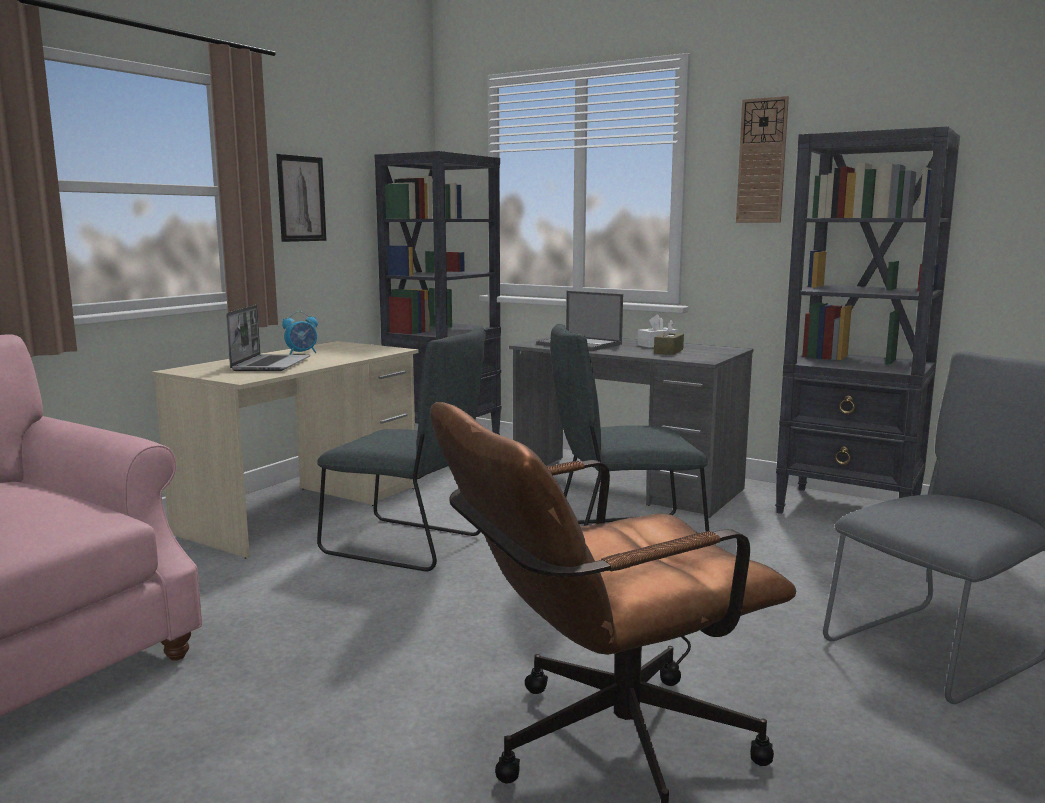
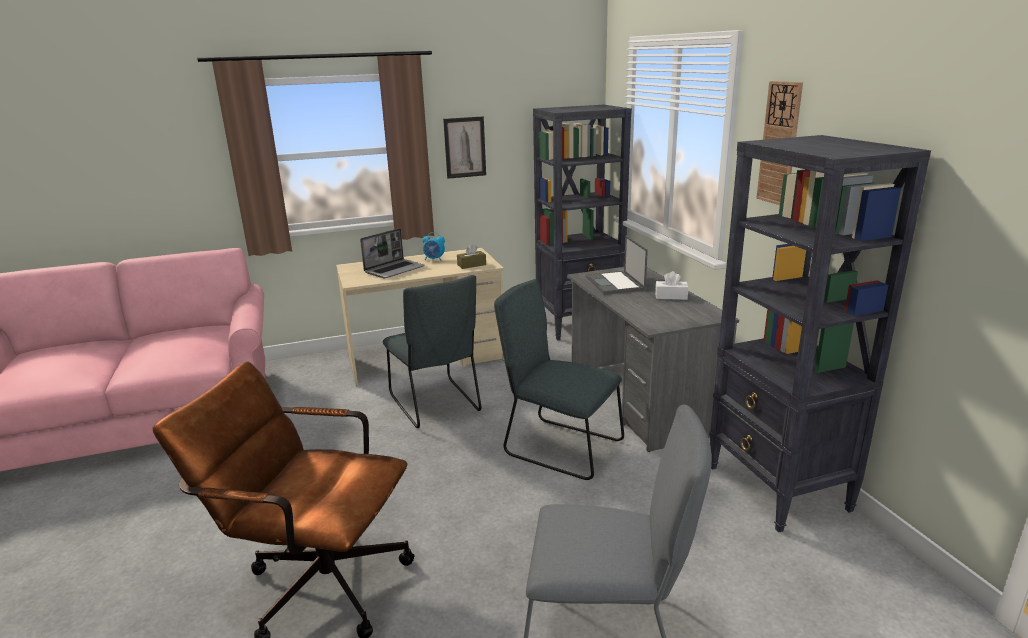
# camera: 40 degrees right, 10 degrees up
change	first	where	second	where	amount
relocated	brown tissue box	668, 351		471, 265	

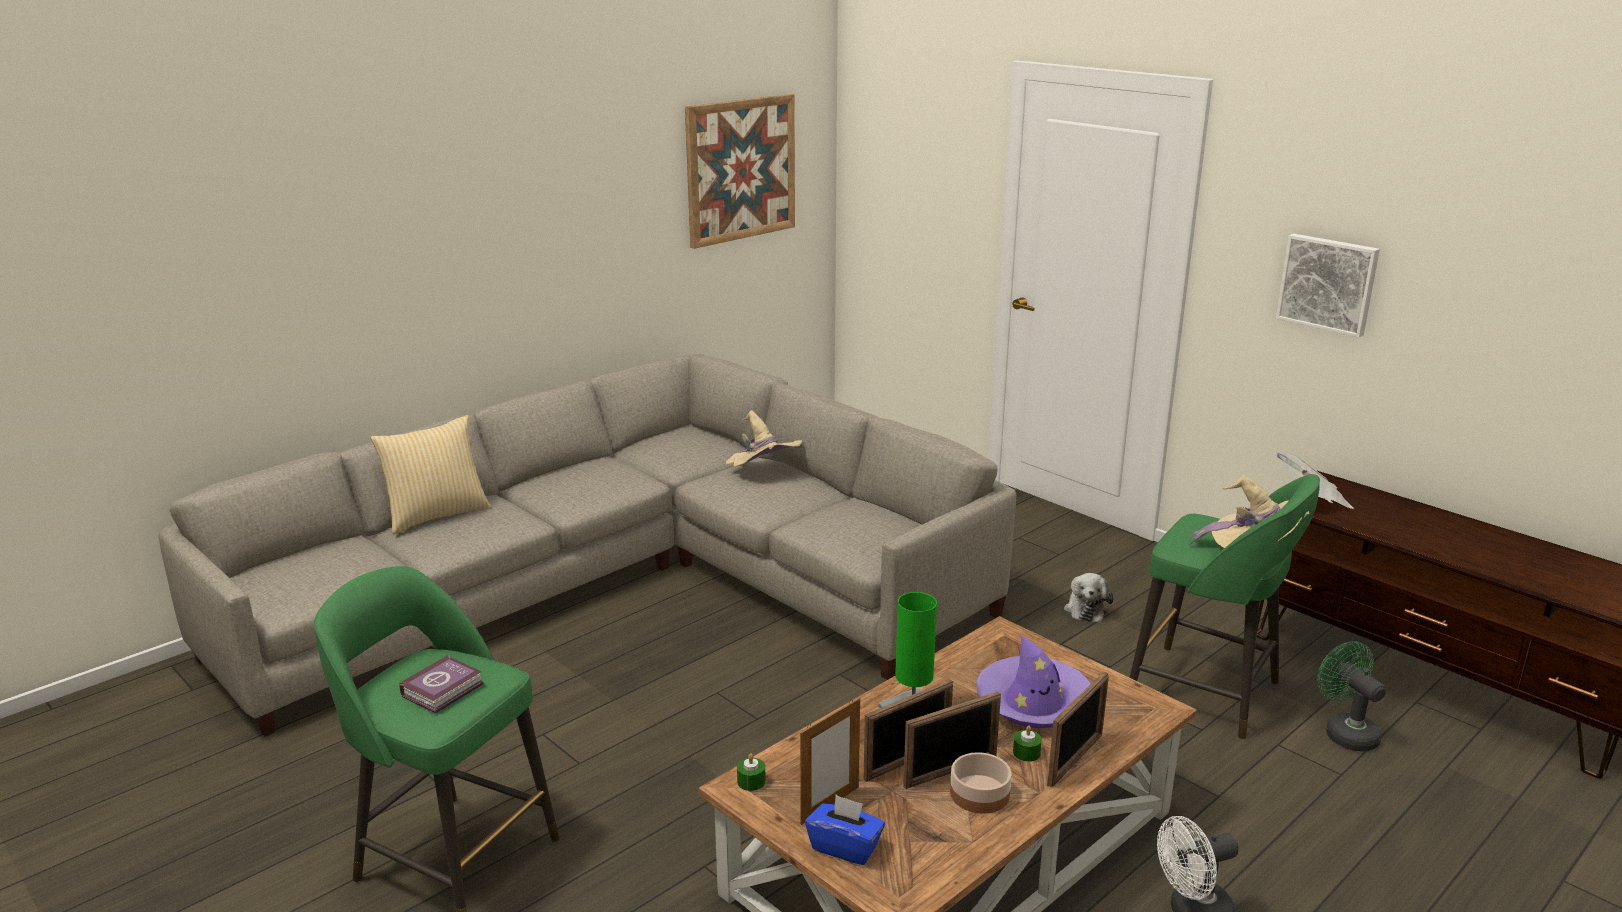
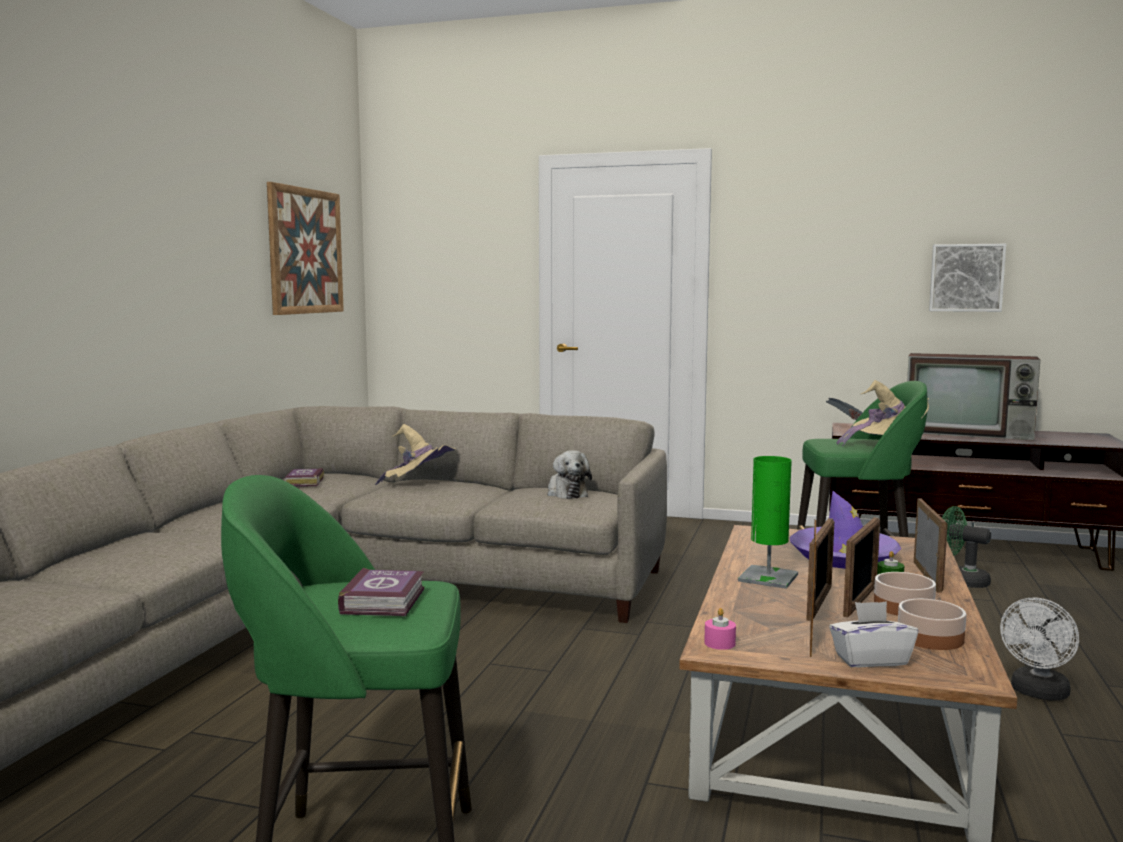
# camera: 30 degrees left, 15 degrees down
change	first	where	second	where	amount
appeared			book	303, 482	
relocated	plush toy	1086, 609		566, 493	
colour	green candle	751, 781	pink candle	719, 643	
colour	blue tissue box	845, 847	white tissue box	870, 659	
appeared			bowl	929, 637	
appeared			television	970, 433	
relocated	picture	1328, 283		966, 277	
missing	pillow	436, 515			

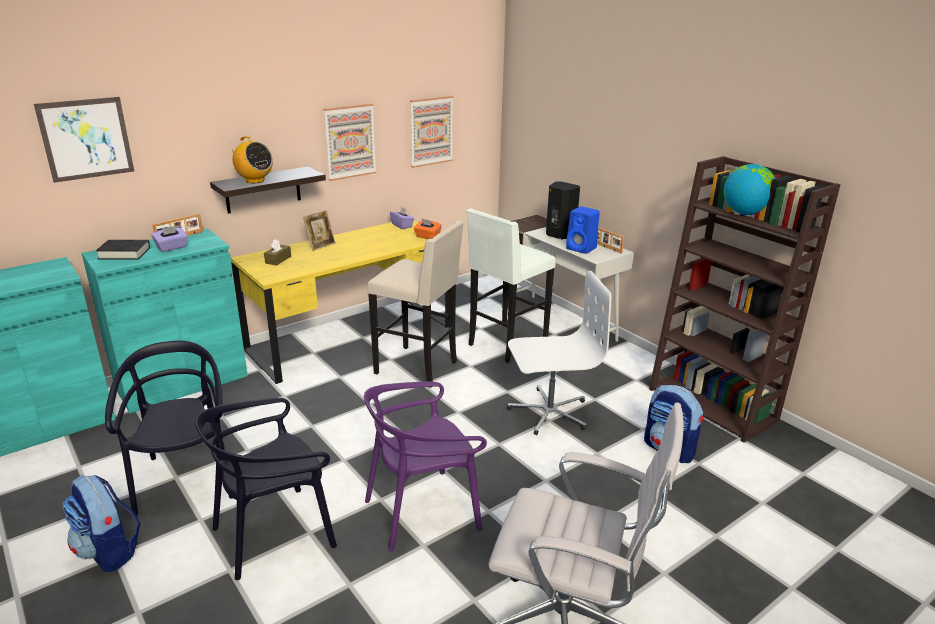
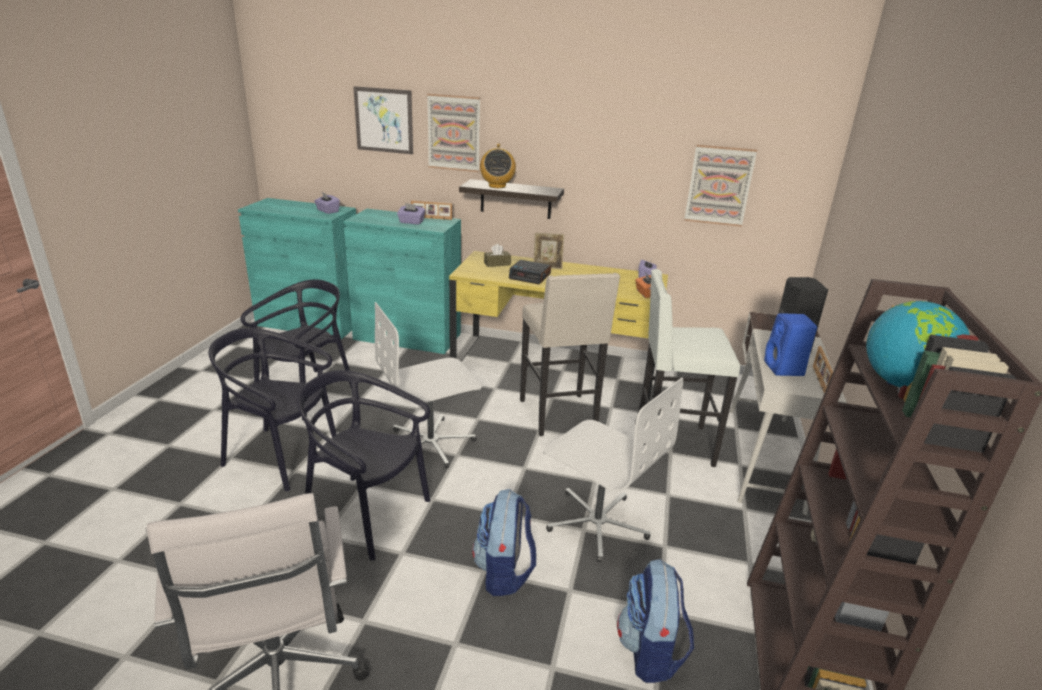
# camera: 50 degrees right, 0 degrees up
change	first	where	second	where	amount
colour	purple chair	422, 511	black chair	367, 514	
appeared			purple tissue box	327, 211	
appeared			white office chair	431, 443	
relocated	picture	350, 141		454, 133	
relocated	backpack	109, 551		504, 572	
appeared			alarm clock	530, 276	
missing	black book	124, 253			

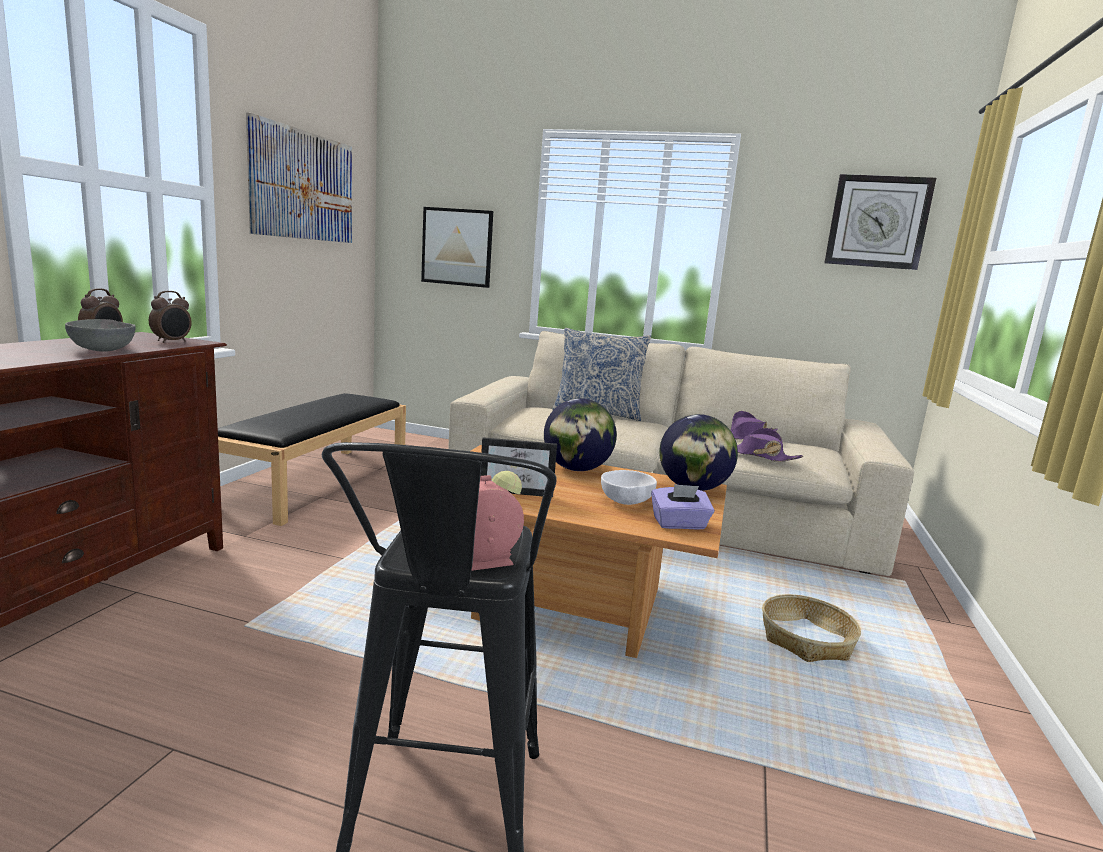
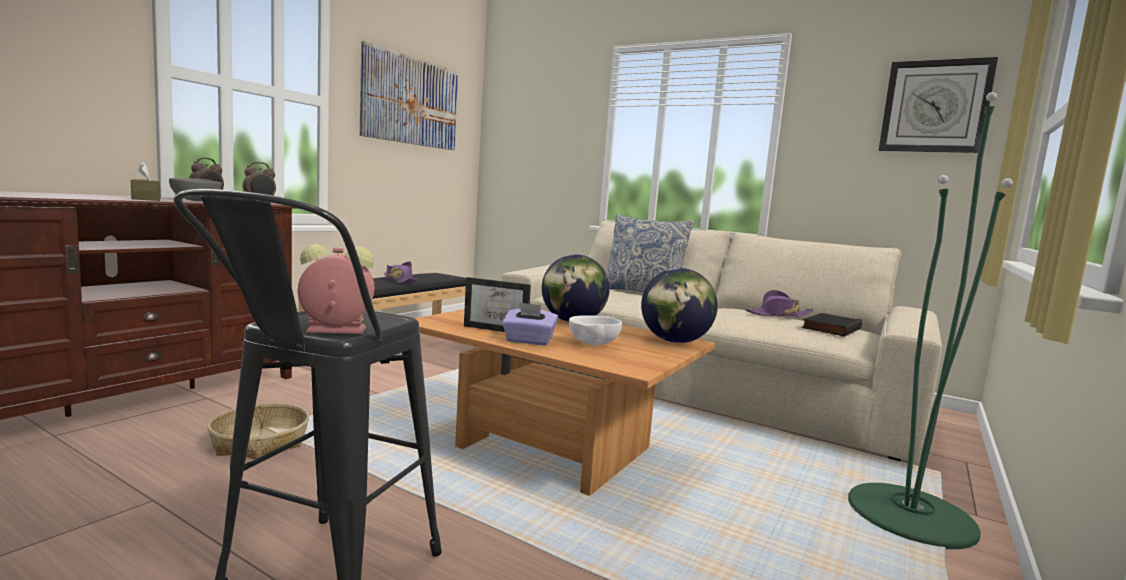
# camera: 15 degrees right, 5 degrees down
change	first	where	second	where	amount
appeared			brown tissue box	146, 199	
relocated	basket	806, 639		260, 442	
relocated	purple hat	760, 455		399, 280	
relocated	purple tissue box	679, 524		528, 341	
appeared			black book	830, 328	
appeared			green floor lamp	910, 515	
missing	picture	457, 247			

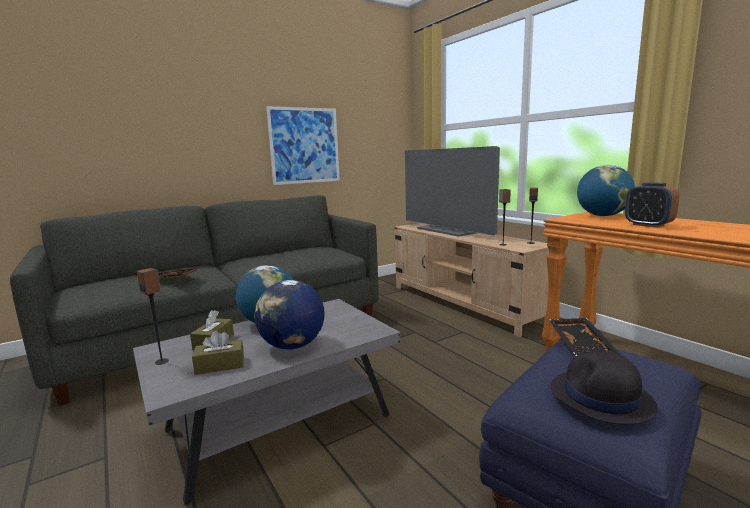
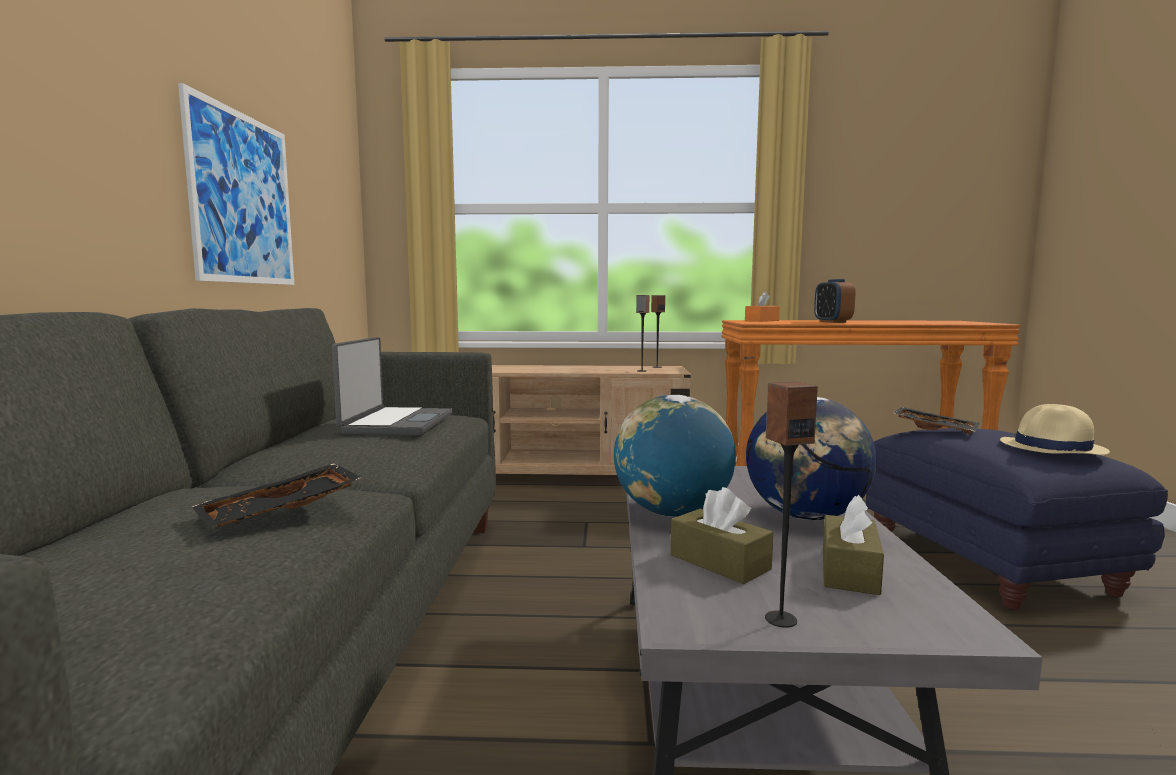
# camera: 55 degrees left, 5 degrees down
change	first	where	second	where	amount
appeared			laptop	396, 423	
exchanged	globe	602, 216	orange tissue box	762, 321	
spun	alarm clock	648, 225		832, 322	75 degrees clockwise
colour	black hat	600, 398	beige hat	1053, 448	
missing	television	448, 230			

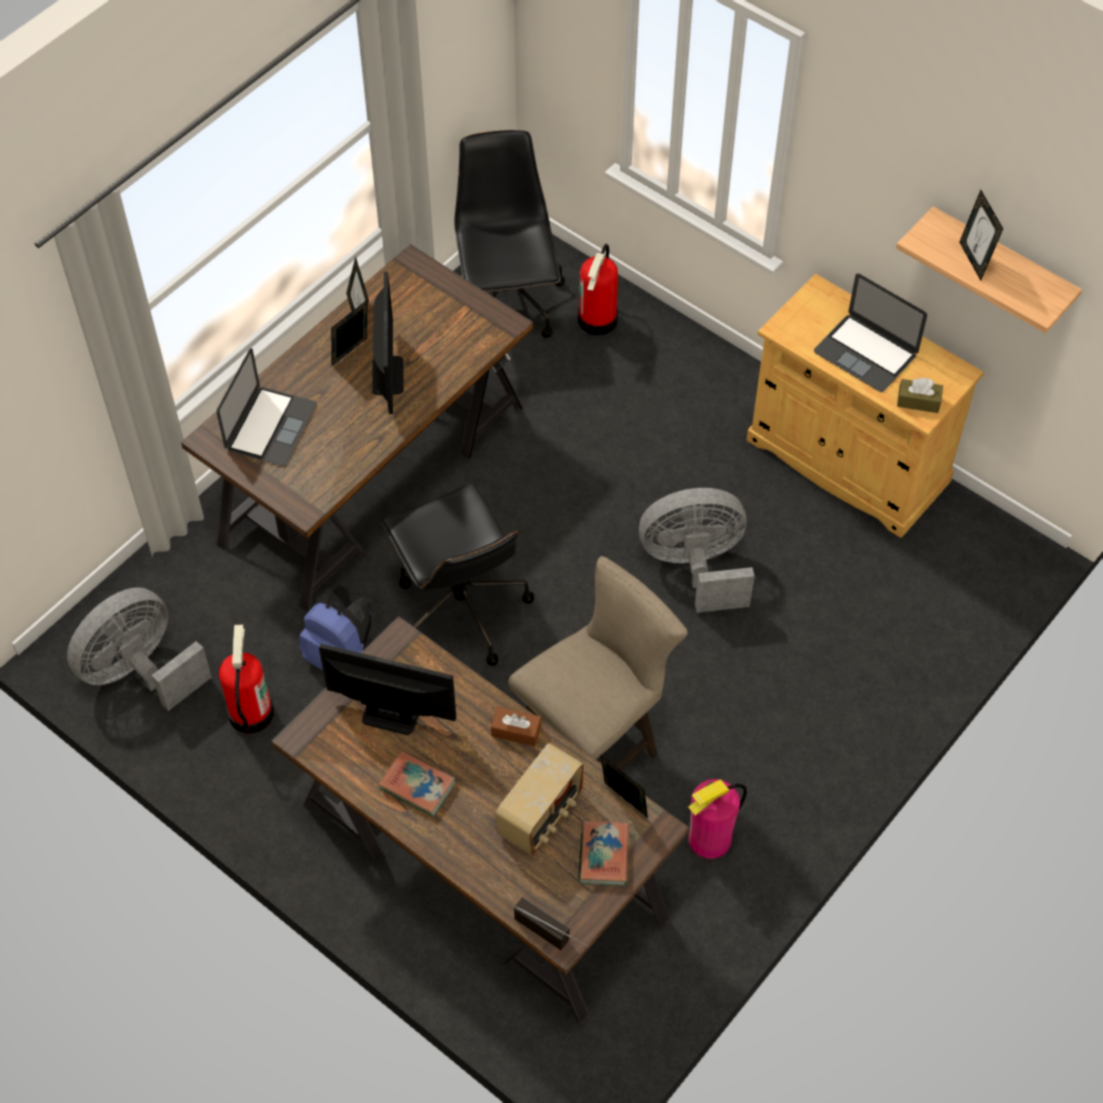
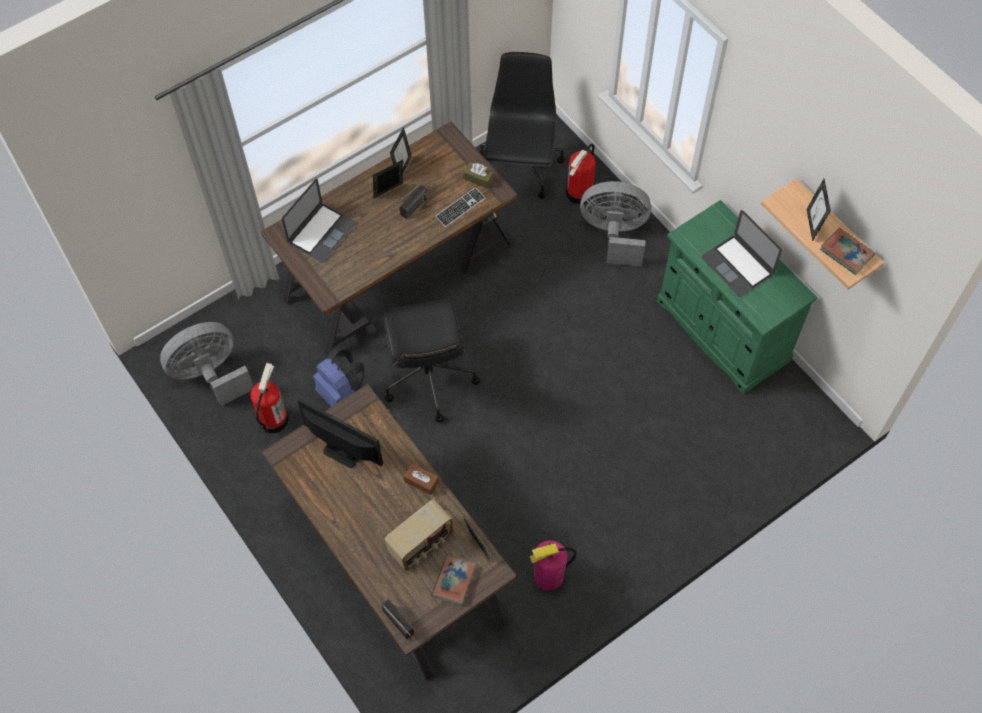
# camera: 15 degrees right, 5 degrees up
change	first	where	second	where	amount
exchanged	monitor	387, 375	radio	409, 212	
appeared			keyboard	460, 208	
relocated	brown tissue box	918, 401		478, 178	
relocated	grey fan	695, 567		614, 235	
colour	beige cabinet	847, 461	green cabinet	722, 330	
relocated	book	417, 785		846, 253	
missing	beige stool	594, 745			

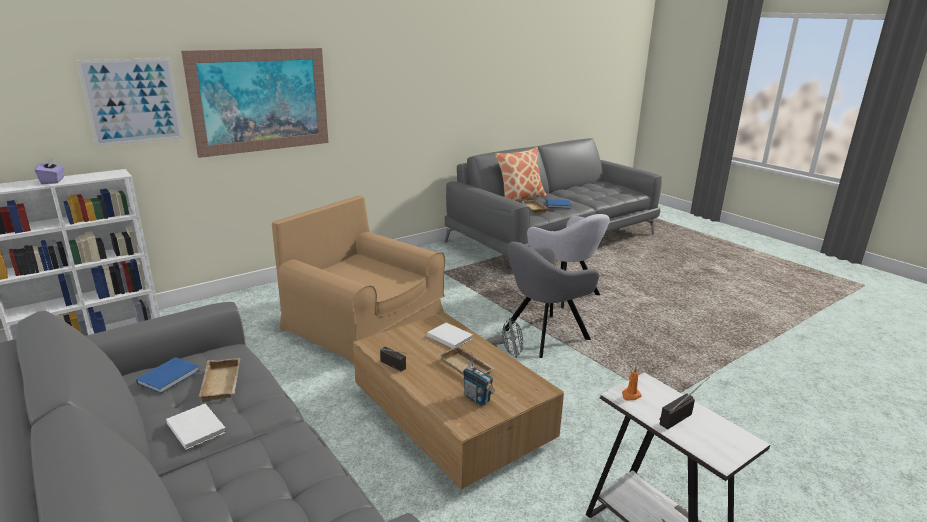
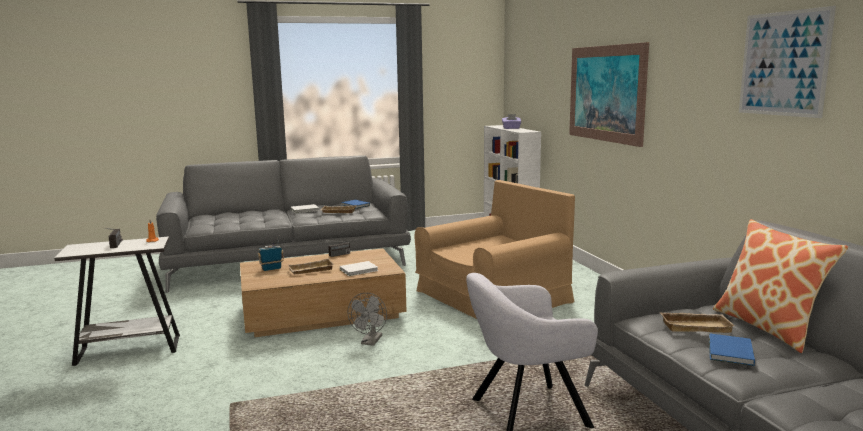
# camera: 110 degrees right, 10 degrees down
change	first	where	second	where	amount
relocated	picture	133, 101		783, 64	
missing	grey armchair	543, 336			

